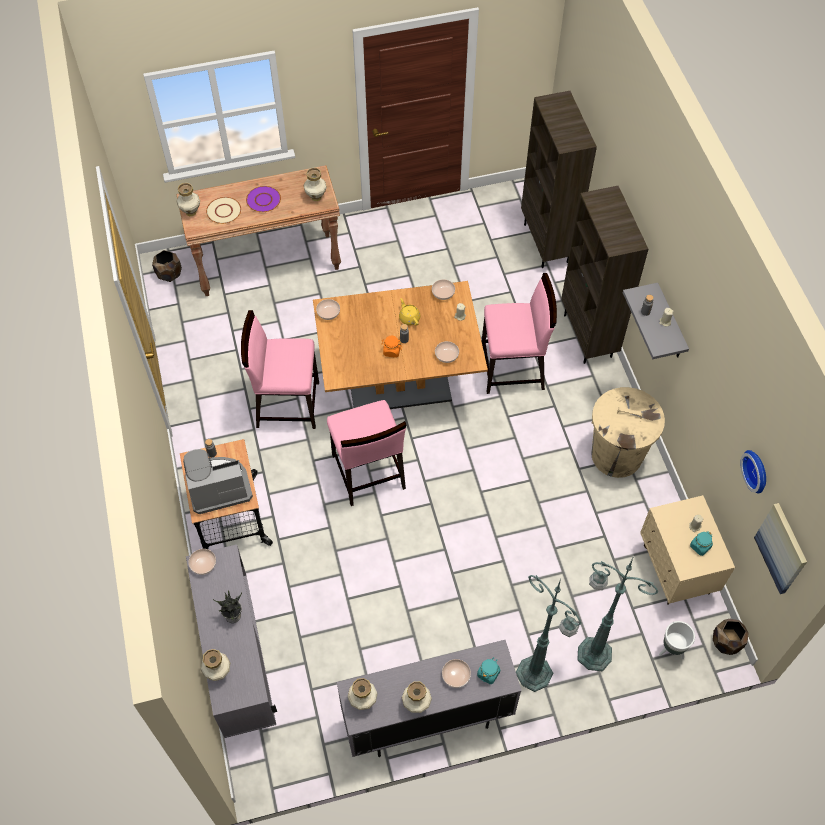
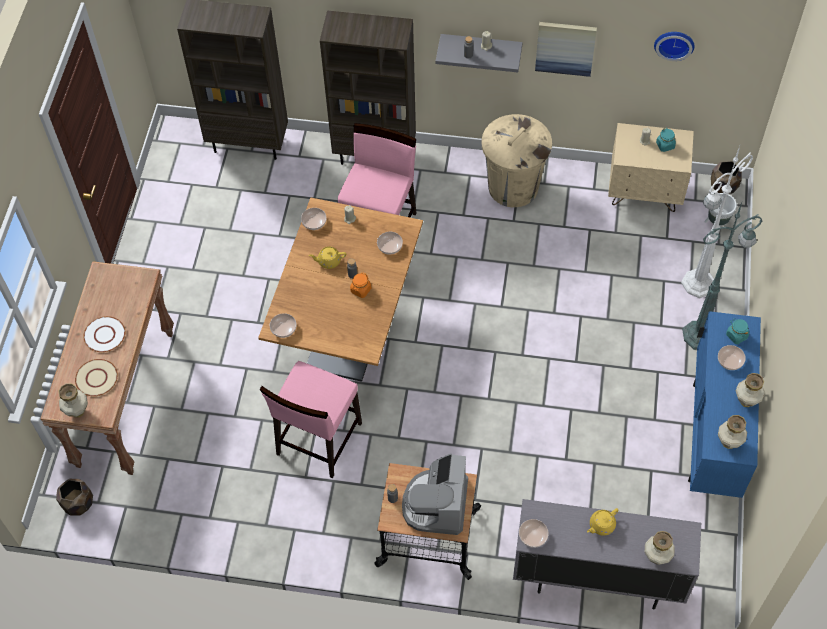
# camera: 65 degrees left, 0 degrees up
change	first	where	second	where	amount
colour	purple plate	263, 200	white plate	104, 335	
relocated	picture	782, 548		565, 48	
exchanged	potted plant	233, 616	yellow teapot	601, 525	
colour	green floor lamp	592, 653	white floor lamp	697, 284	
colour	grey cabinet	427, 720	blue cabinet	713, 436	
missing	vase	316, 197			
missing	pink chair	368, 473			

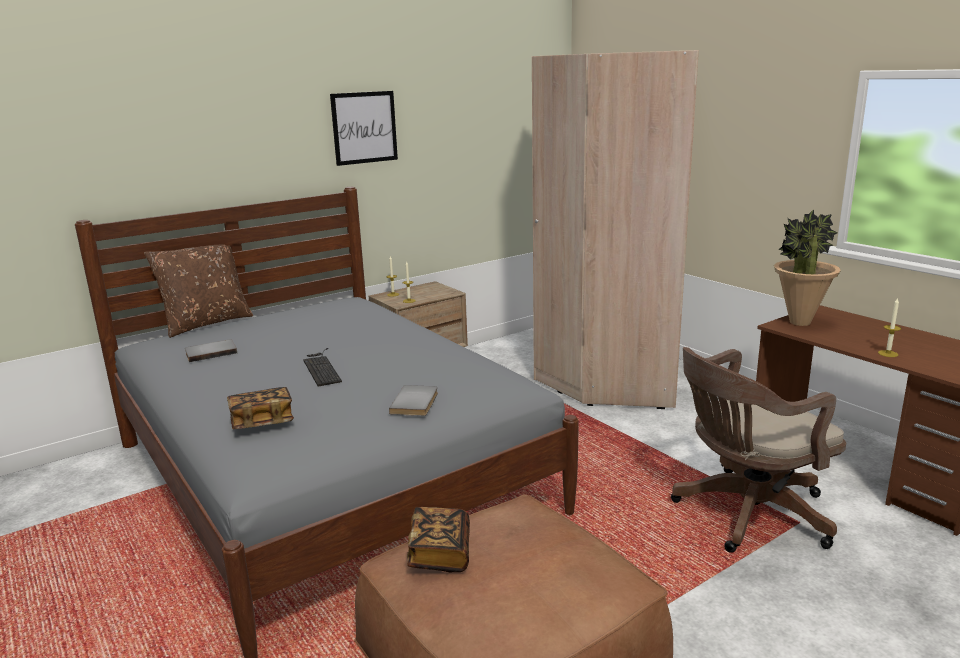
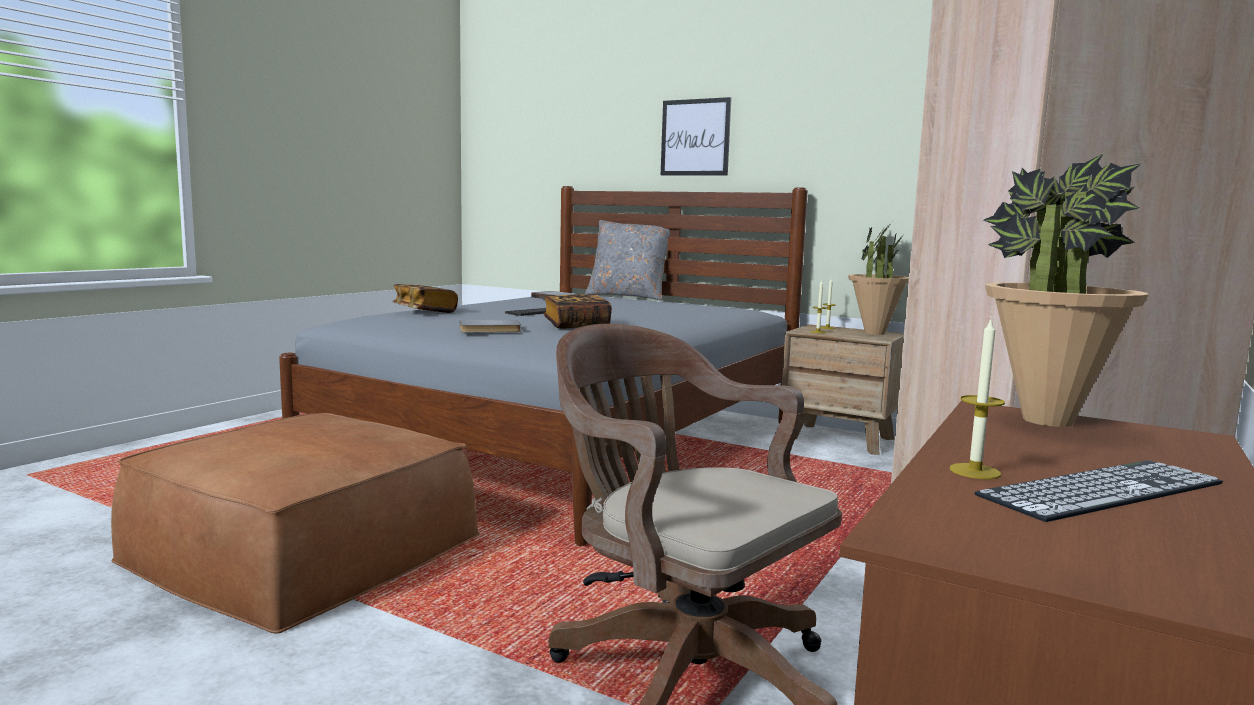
# camera: 65 degrees right, 10 degrees down
change	first	where	second	where	amount
relocated	book	440, 553		576, 325	
colour	brown pillow	206, 323	grey pillow	628, 296	
relocated	picture	364, 127		695, 137	
appeared			potted plant	874, 333	
appeared			keyboard	1102, 489	

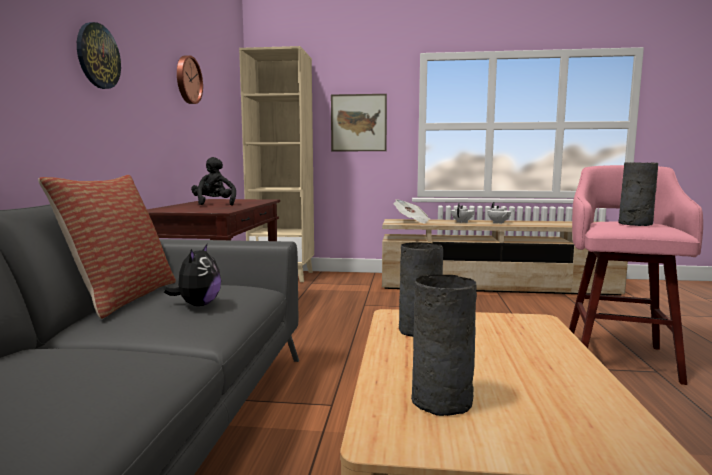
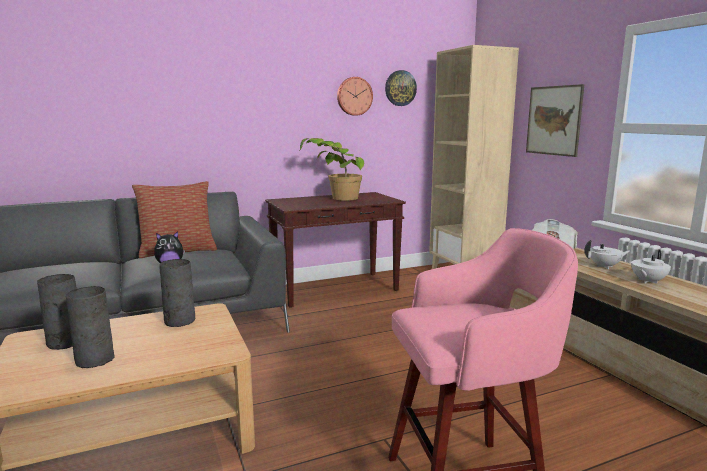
# camera: 60 degrees right, 5 degrees up
change	first	where	second	where	amount
relocated	grey vase	634, 224		94, 359	
exchanged	black plush toy	214, 204	potted plant	333, 199	
relocated	wall clock	98, 56		400, 88	

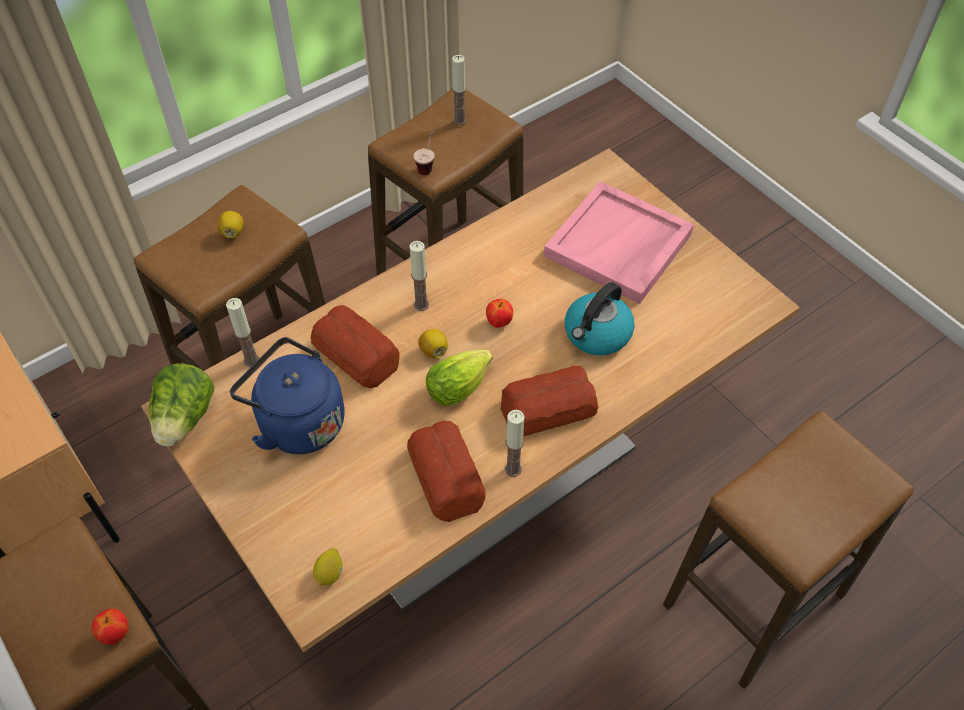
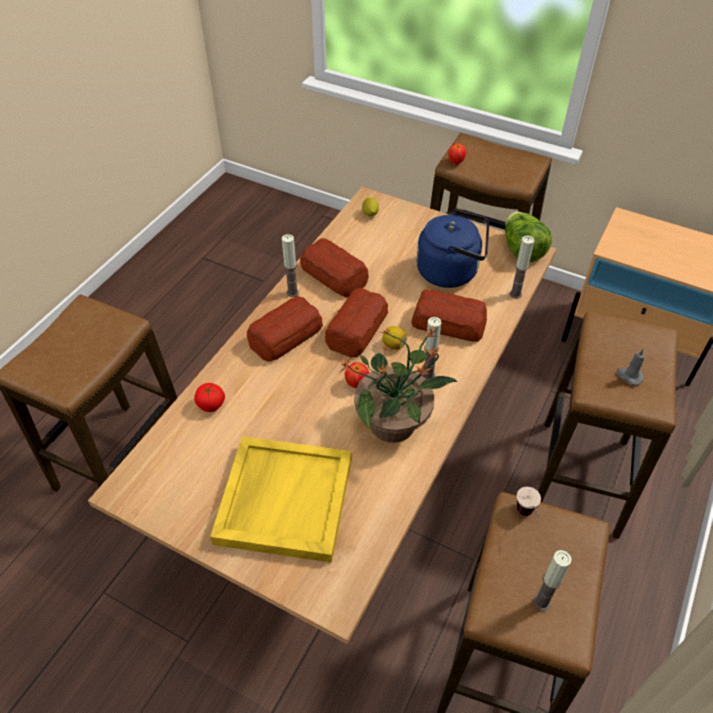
# camera: 155 degrees right, 5 degrees down
change	first	where	second	where	amount
appeared			tomato	211, 405	
colour	pink tray	618, 246	yellow tray	284, 499	
exchanged	lettuce	461, 385	bread	358, 329	
appeared			potted plant	394, 424	
exchanged	lemon	233, 232	grey candle	629, 376	
missing	kettle	597, 334			

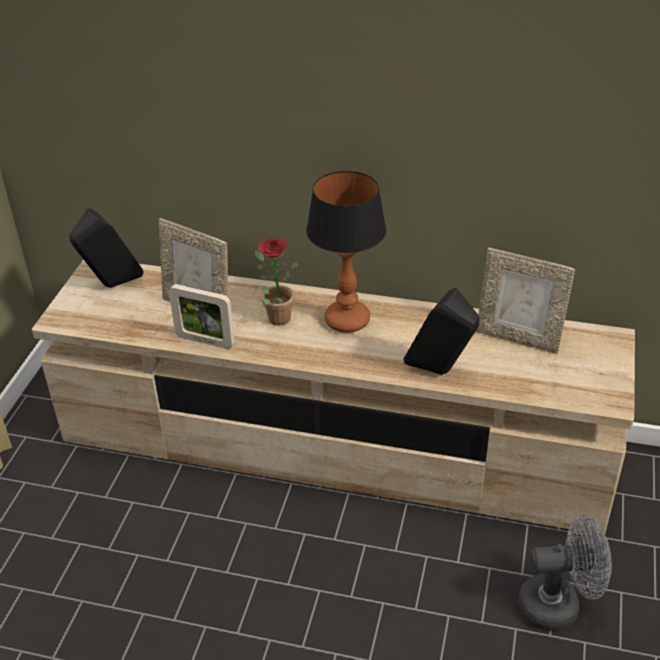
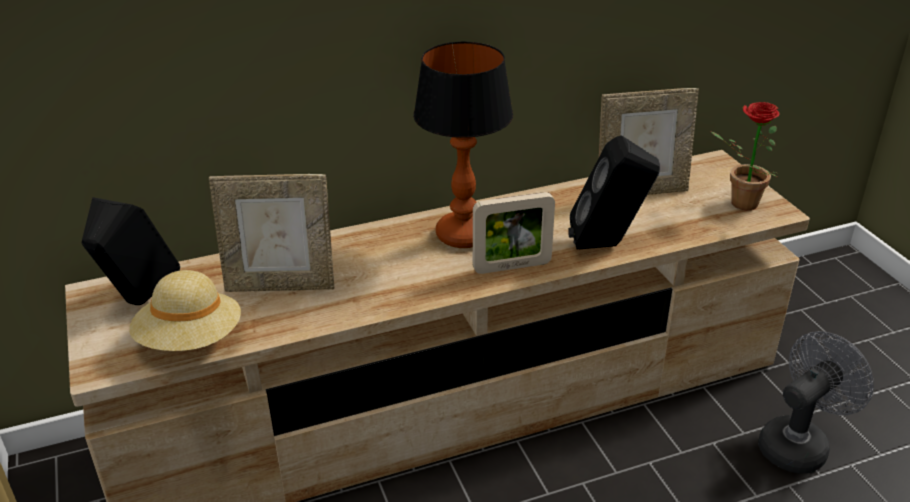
# camera: 35 degrees left, 5 degrees down
change	first	where	second	where	amount
appeared			beige hat	191, 340	
relocated	picture frame	205, 341		512, 266	
relocated	potted plant	275, 316		738, 203	

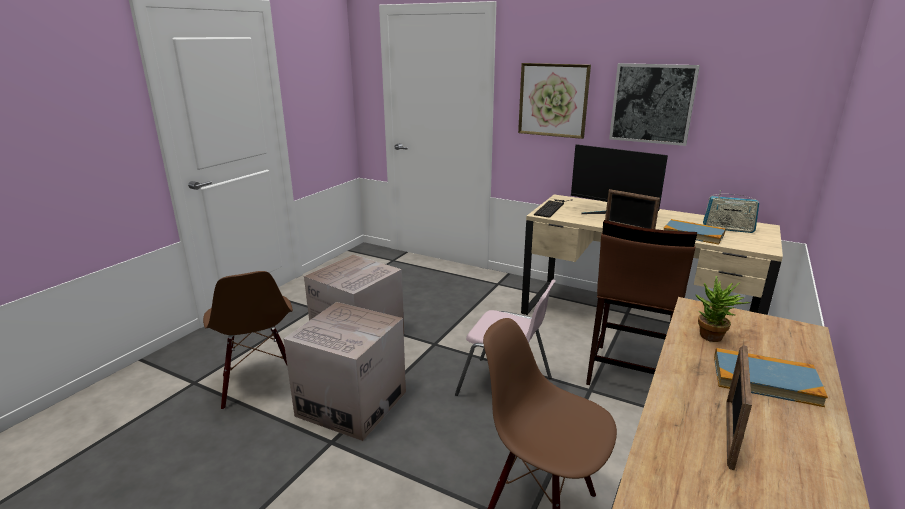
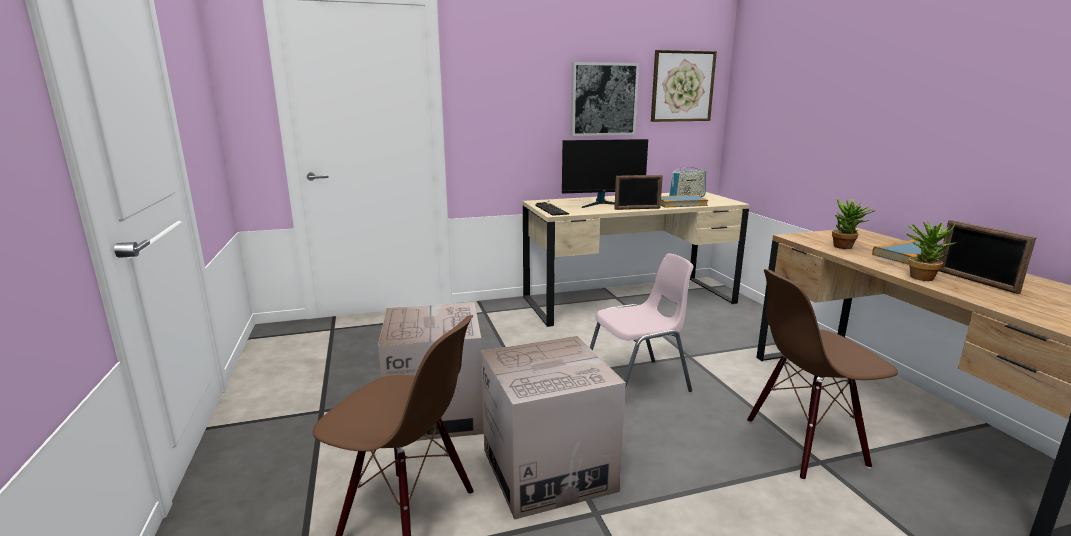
# camera: 45 degrees left, 5 degrees down
change	first	where	second	where	amount
relocated	picture	553, 100		682, 86	
appeared			potted plant	921, 276	
missing	brown stool	627, 372			

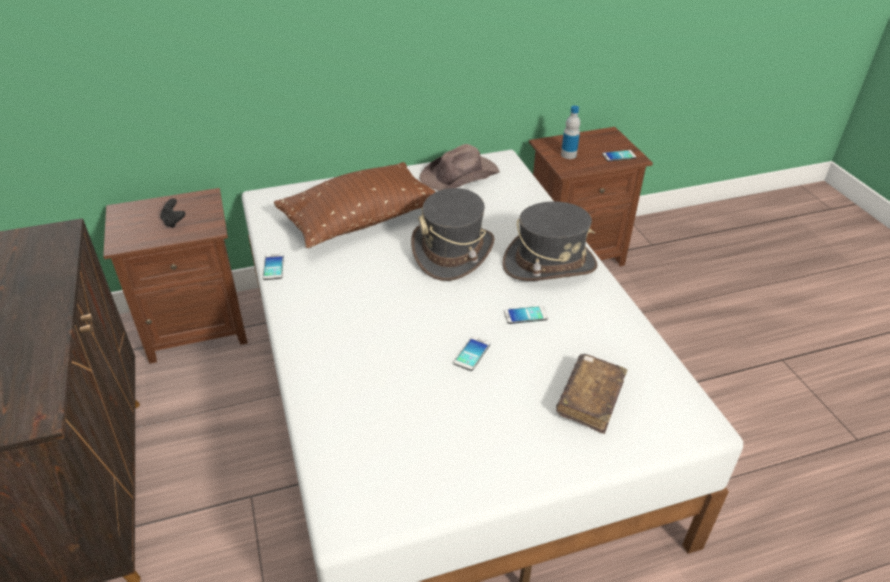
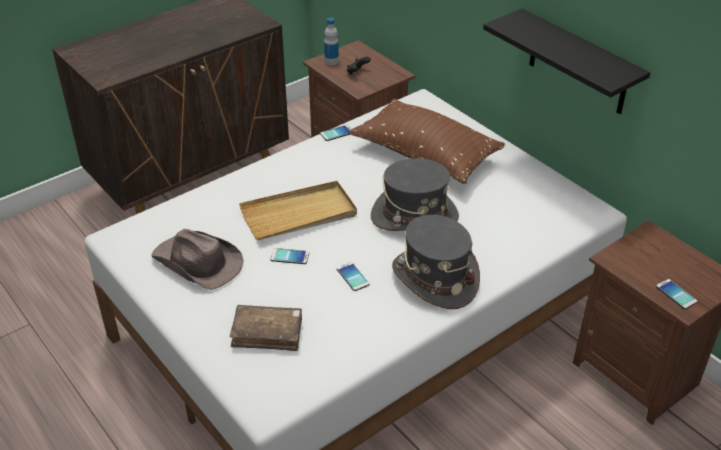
# camera: 70 degrees right, 0 degrees up
change	first	where	second	where	amount
relocated	brown hat	460, 176		198, 263	
appeared			beige tray	299, 214	
relocated	bottle	568, 155		331, 61	
appeared			black shelf	578, 63	

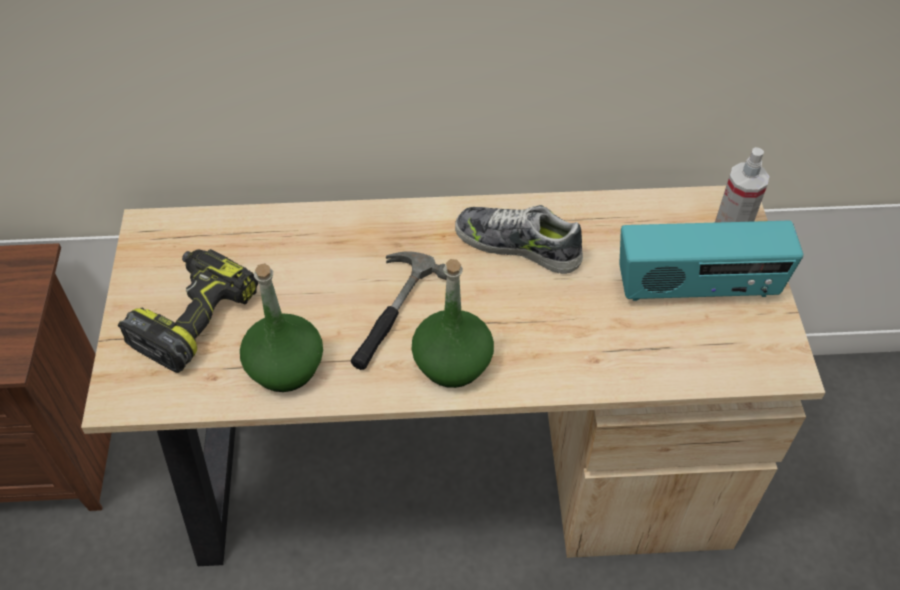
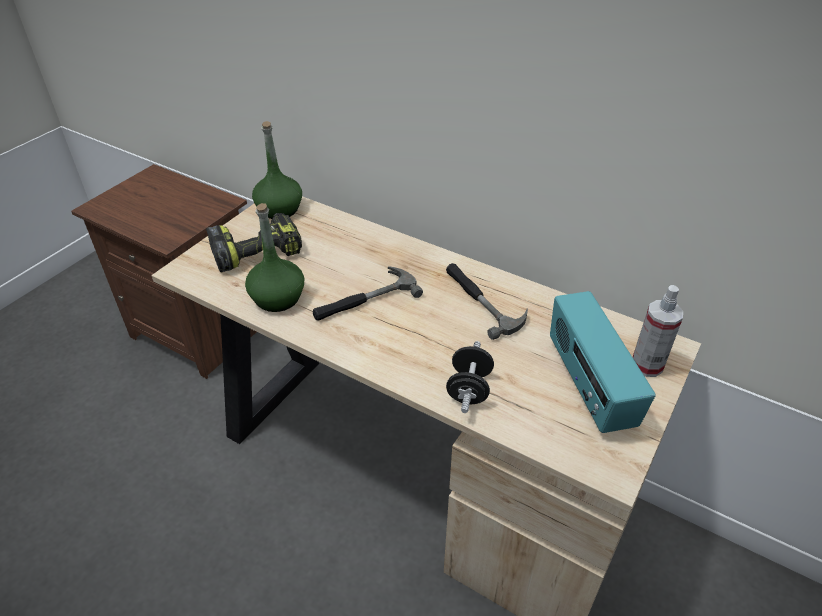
# camera: 35 degrees right, 10 degrees down
change	first	where	second	where	amount
relocated	green bottle	453, 363		279, 209	
exchanged	shoe	518, 245	hammer	482, 301	
appeared			black dumbbell	469, 389	
spun	radio	697, 288		588, 385	45 degrees clockwise

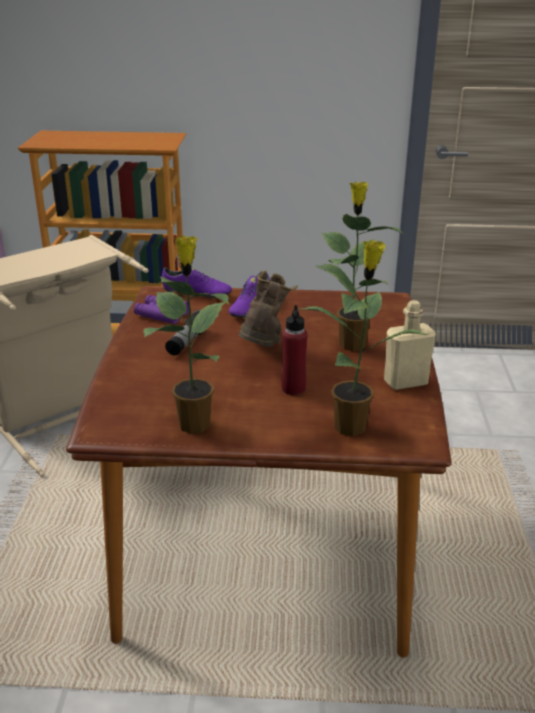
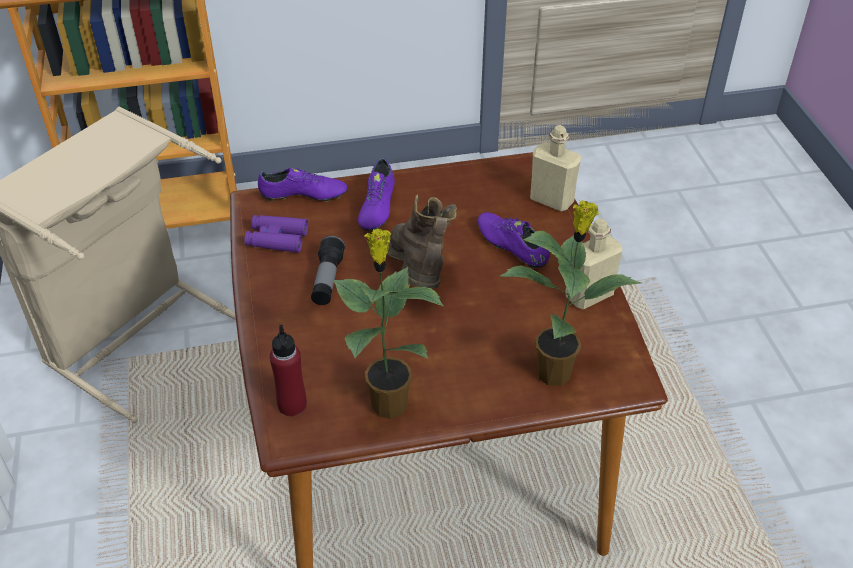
# camera: 15 degrees left, 15 degrees up
change	first	where	second	where	amount
relocated	red bottle	293, 389		292, 405	
exchanged	potted plant	351, 343	purple shoe	512, 246	
appeared			beige bottle	551, 200	

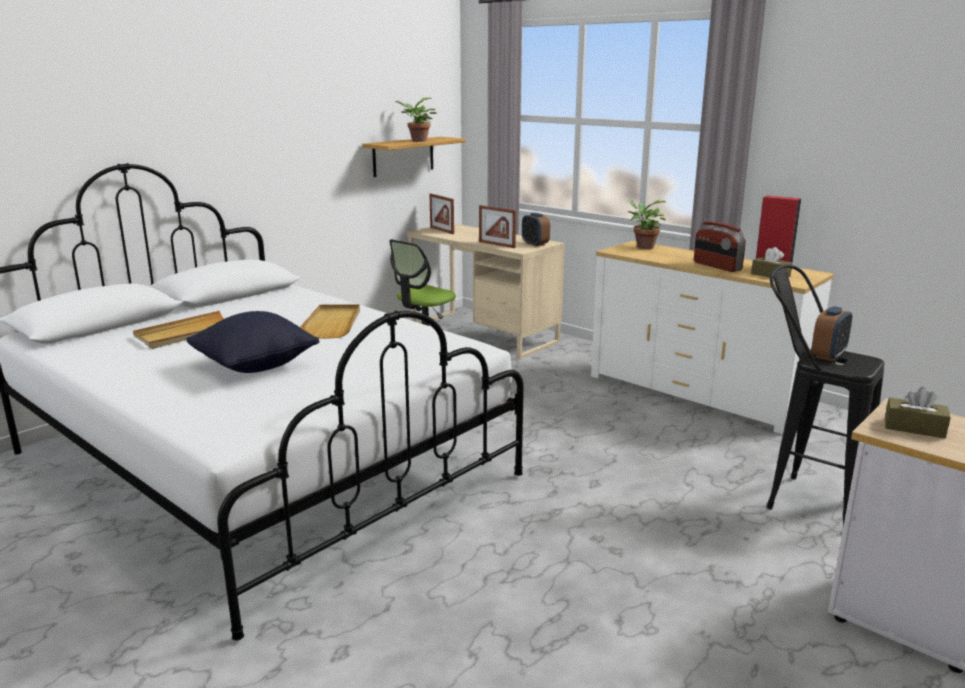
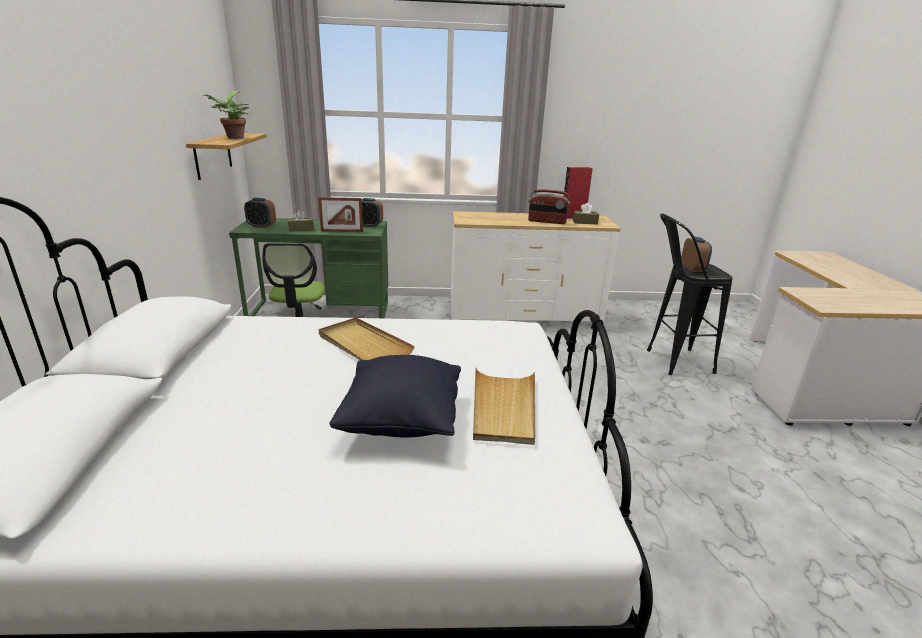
# camera: 45 degrees left, 5 degrees up
change	first	where	second	where	amount
colour	beige desk	483, 333	green desk	320, 312	
exchanged	picture frame	442, 230	alarm clock	261, 226	
relocated	brown tissue box	914, 428		301, 229	
relocated	beige tray	187, 333		503, 408	
missing	potted plant	643, 247			

